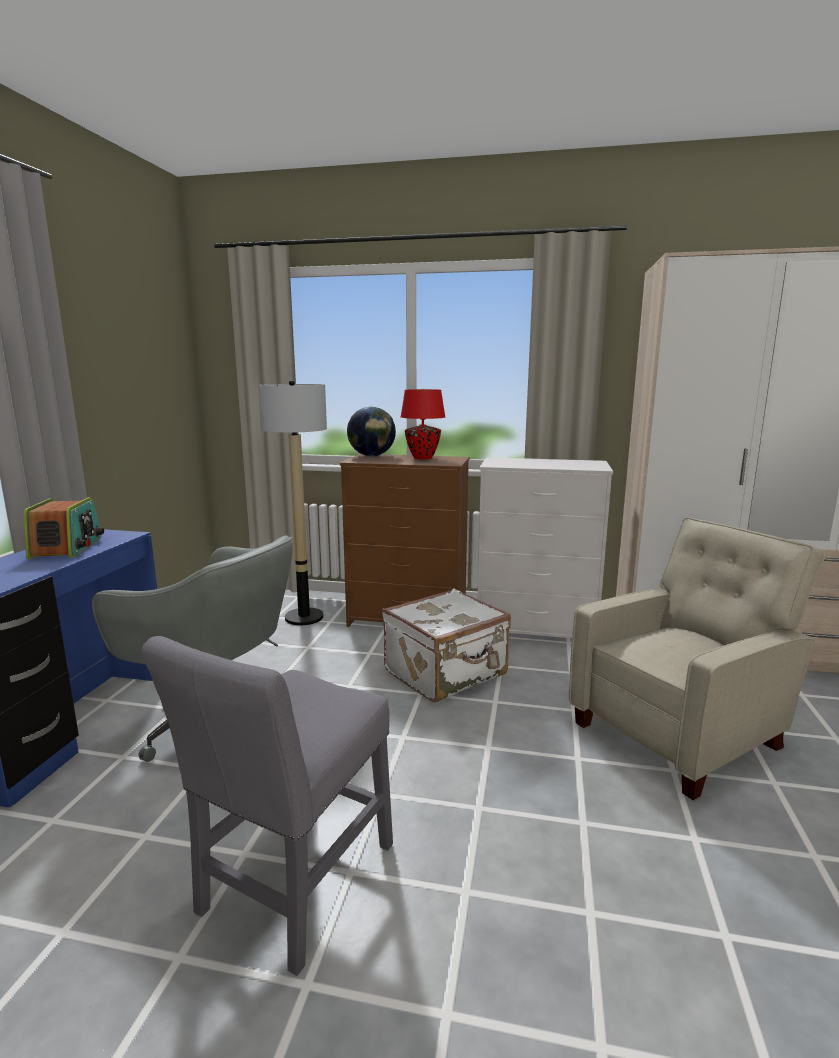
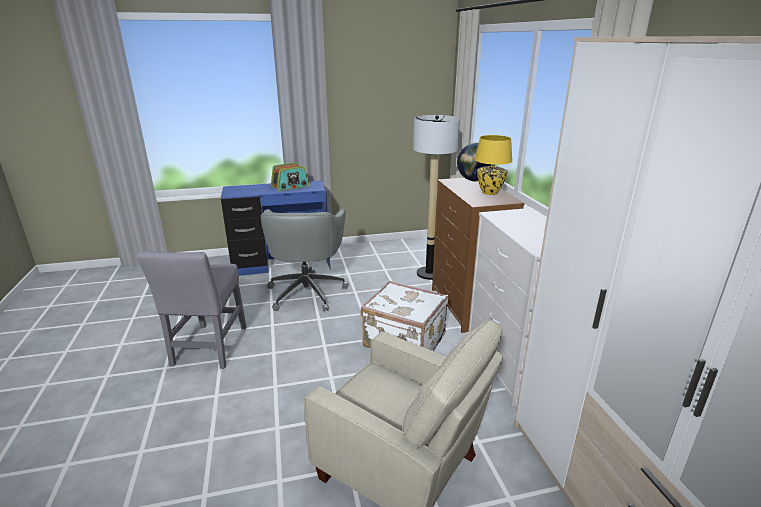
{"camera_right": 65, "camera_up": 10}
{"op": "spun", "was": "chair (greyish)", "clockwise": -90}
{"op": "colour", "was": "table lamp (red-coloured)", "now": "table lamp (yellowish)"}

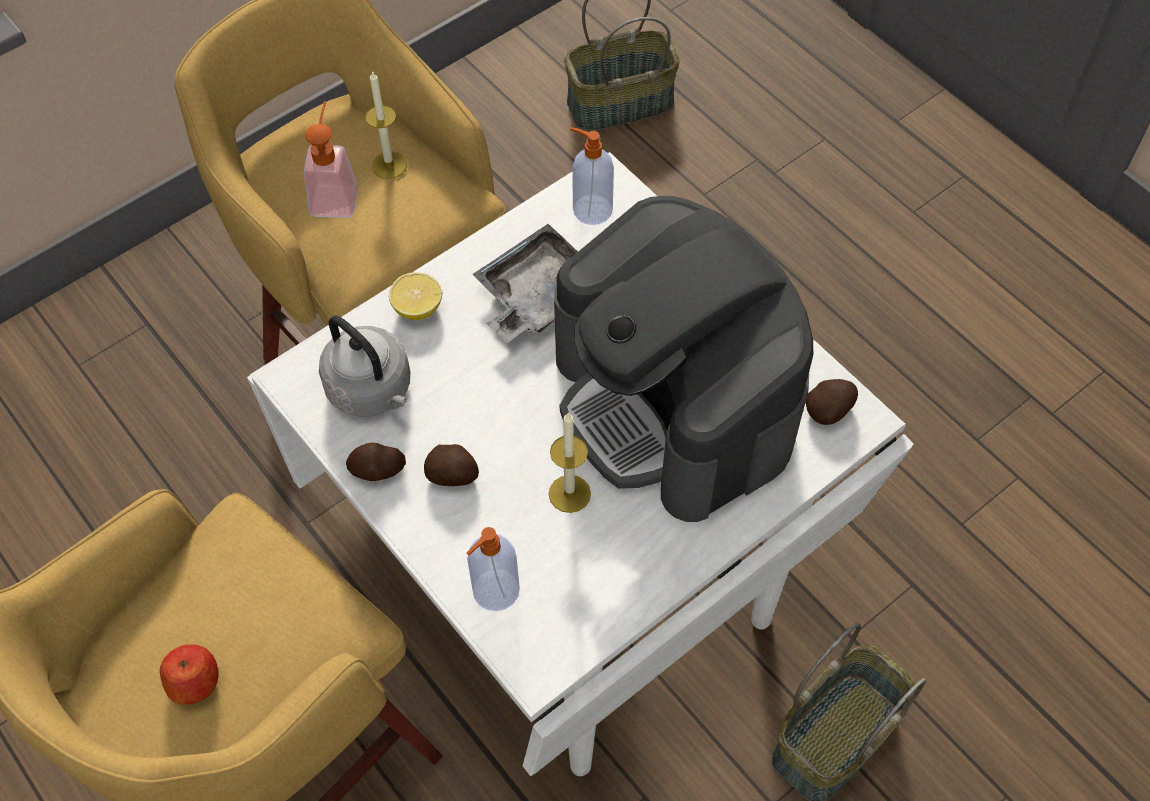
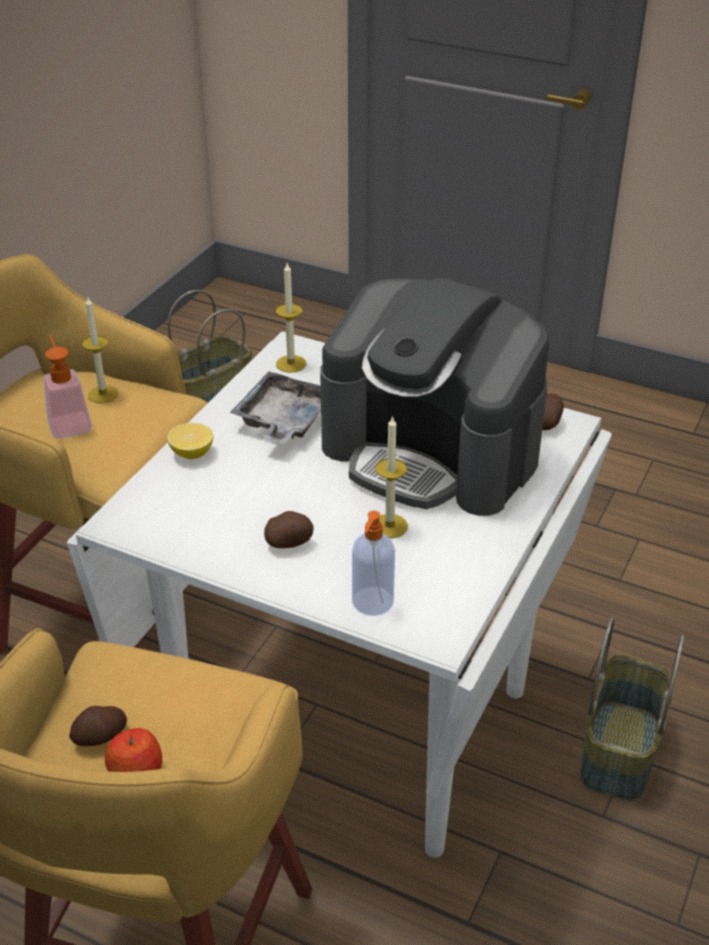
{"camera_right": -25, "camera_up": -20}
{"op": "missing", "was": "water kettle (greyish)"}
{"op": "relocated", "was": "spud (no. 1 from left)"}
{"op": "exchanged", "was": "soap dispenser (no. 3 from left)", "now": "wax candle (no. 2 from left)"}

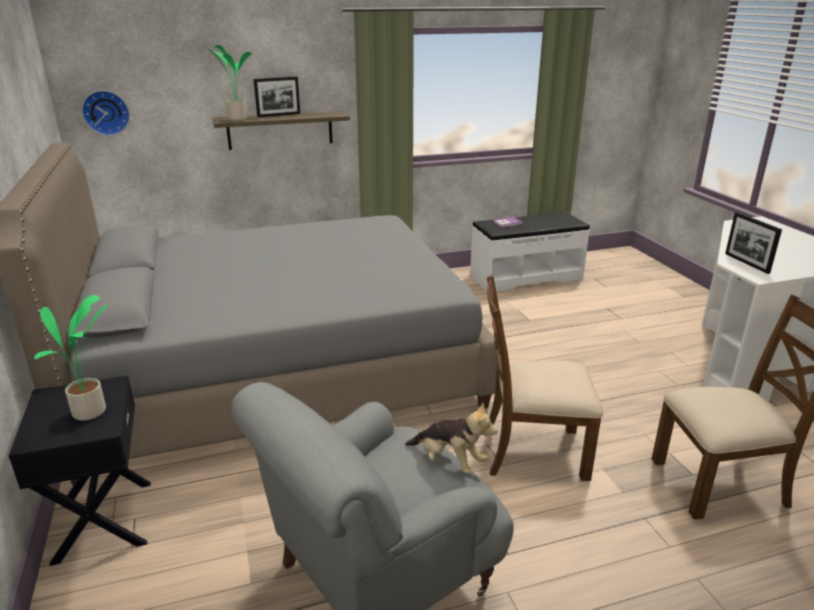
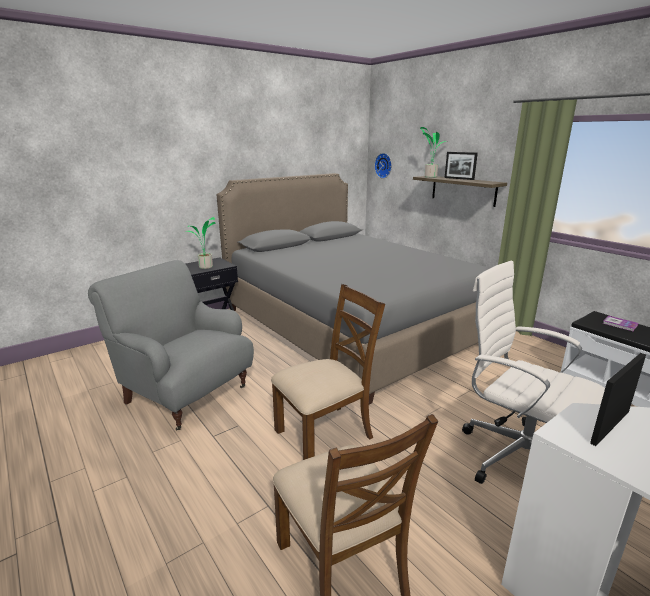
{"camera_right": 70, "camera_up": -5}
{"op": "missing", "was": "cuddly toy"}
{"op": "spun", "was": "chair (brown-coloured) (no. 1 from left)", "clockwise": 75}
{"op": "appeared", "now": "computer chair (white)"}

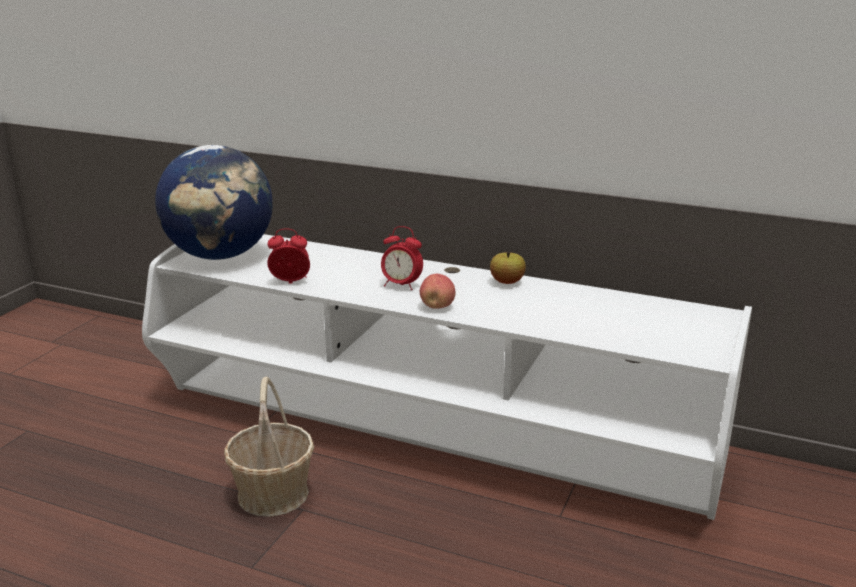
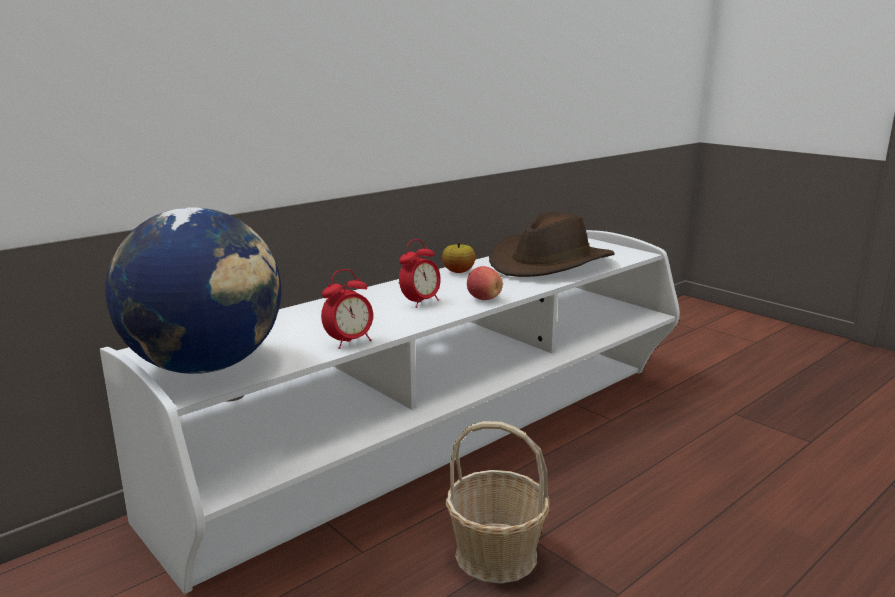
{"camera_right": -65, "camera_up": -5}
{"op": "spun", "was": "bedside clock (no. 1 from left)", "clockwise": -150}
{"op": "appeared", "now": "clothing hat (brown-coloured)"}

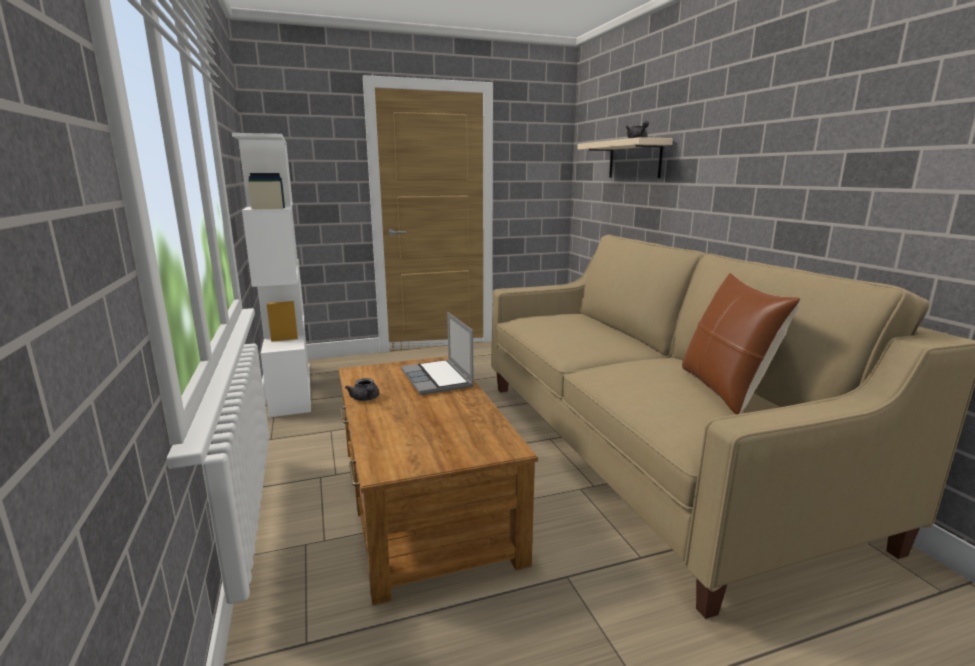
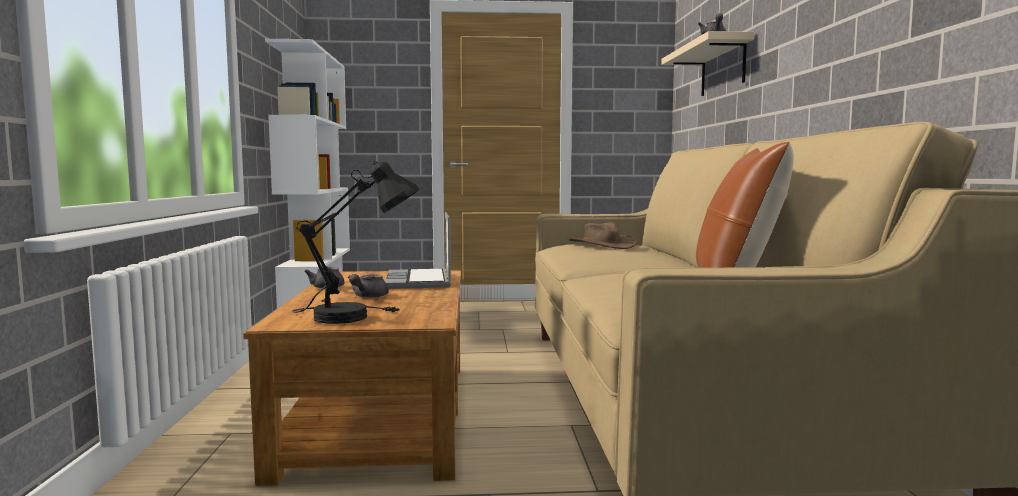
{"camera_right": 15, "camera_up": -10}
{"op": "appeared", "now": "table lamp (black)"}
{"op": "appeared", "now": "pot for tea (greyish) (no. 2 from left)"}
{"op": "appeared", "now": "clothing hat (brown-coloured)"}

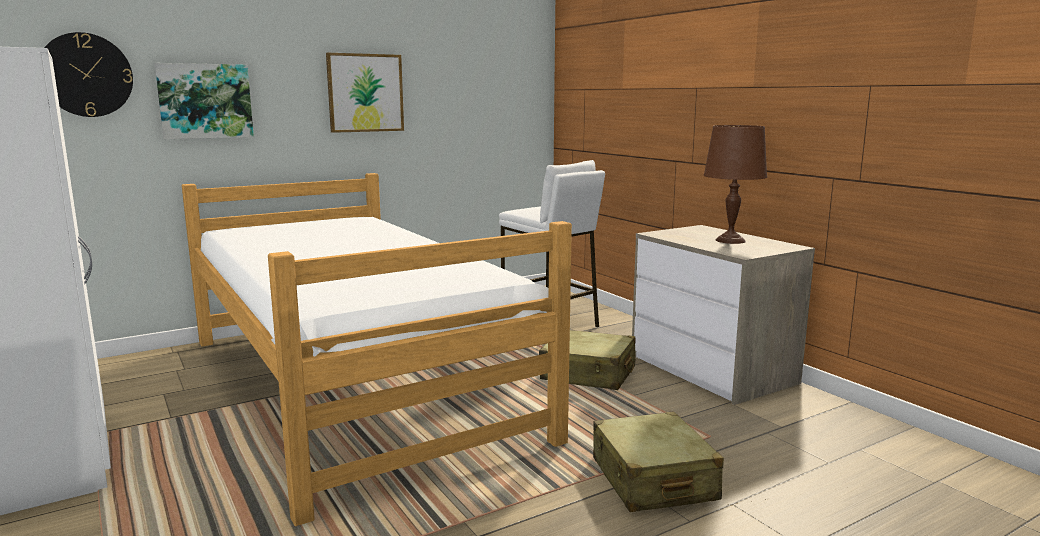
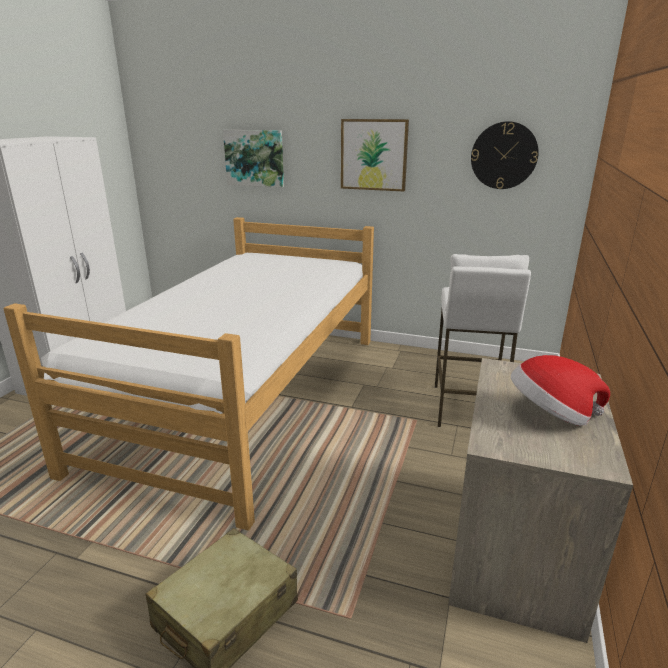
{"camera_right": 50, "camera_up": 10}
{"op": "relocated", "was": "clock on the wall"}
{"op": "missing", "was": "piece of luggage (beige-coloured) (no. 1 from left)"}
{"op": "exchanged", "was": "table lamp (brown-coloured)", "now": "clothing hat"}

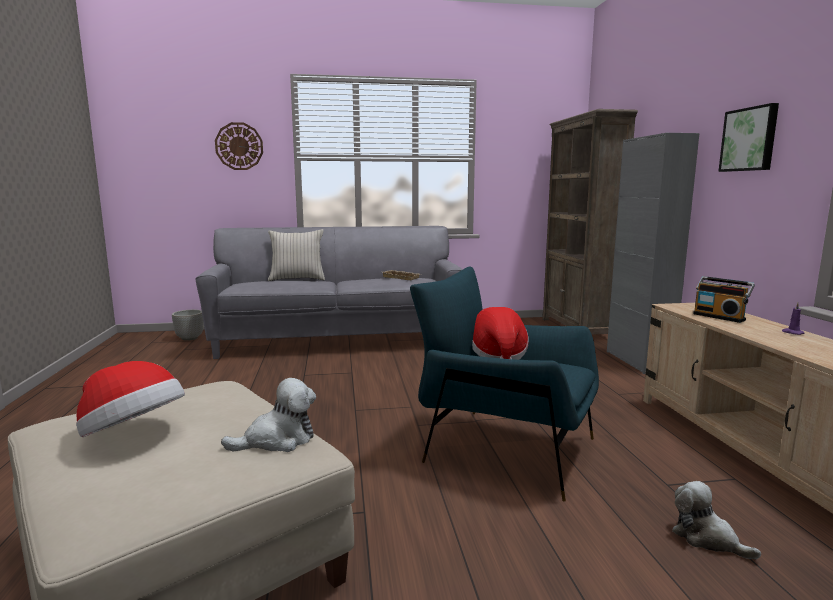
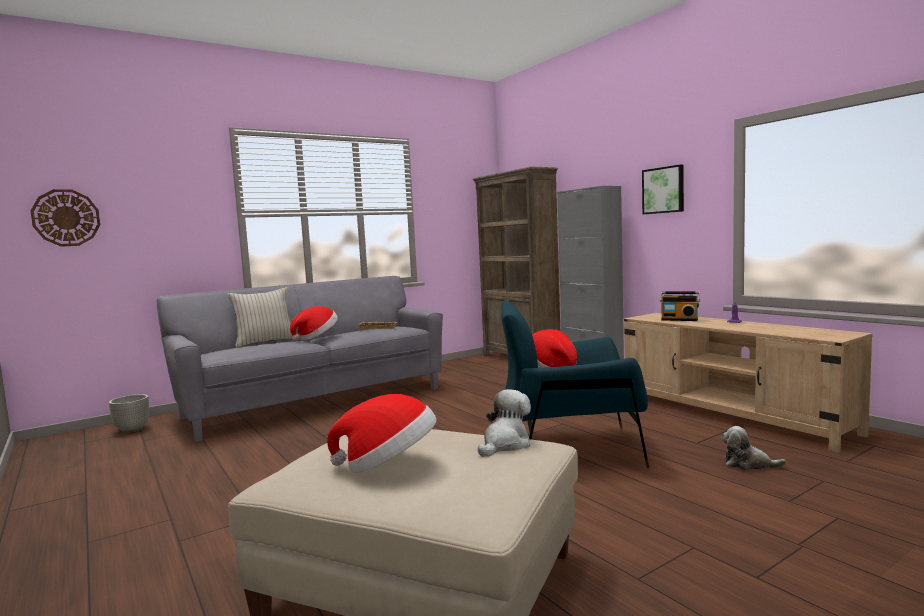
{"camera_right": -25, "camera_up": -5}
{"op": "relocated", "was": "clock on the wall"}
{"op": "appeared", "now": "clothing hat (no. 1 from left)"}

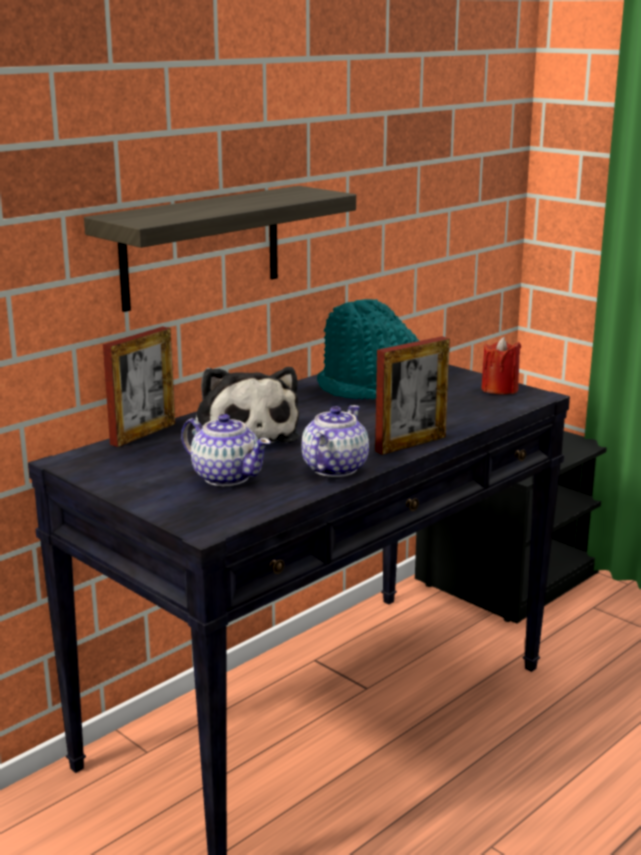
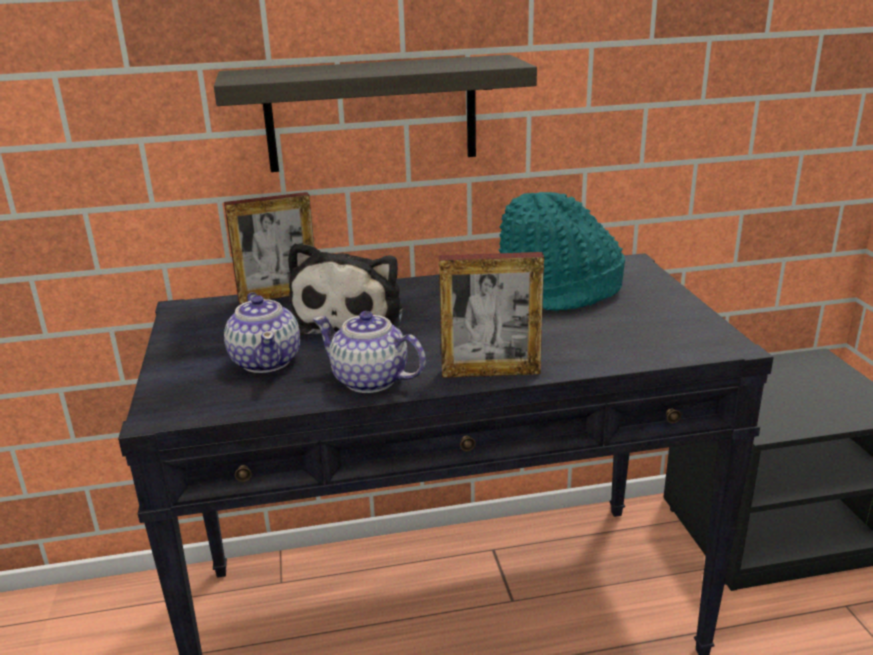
{"camera_right": 35, "camera_up": 5}
{"op": "spun", "was": "pot for tea (no. 2 from left)", "clockwise": -120}
{"op": "missing", "was": "wax candle (red-coloured)"}

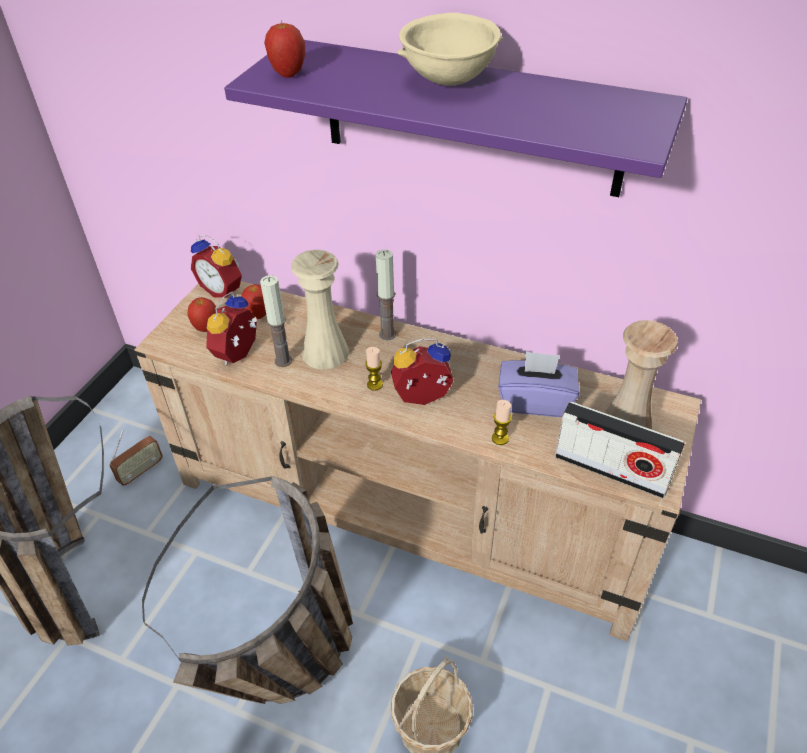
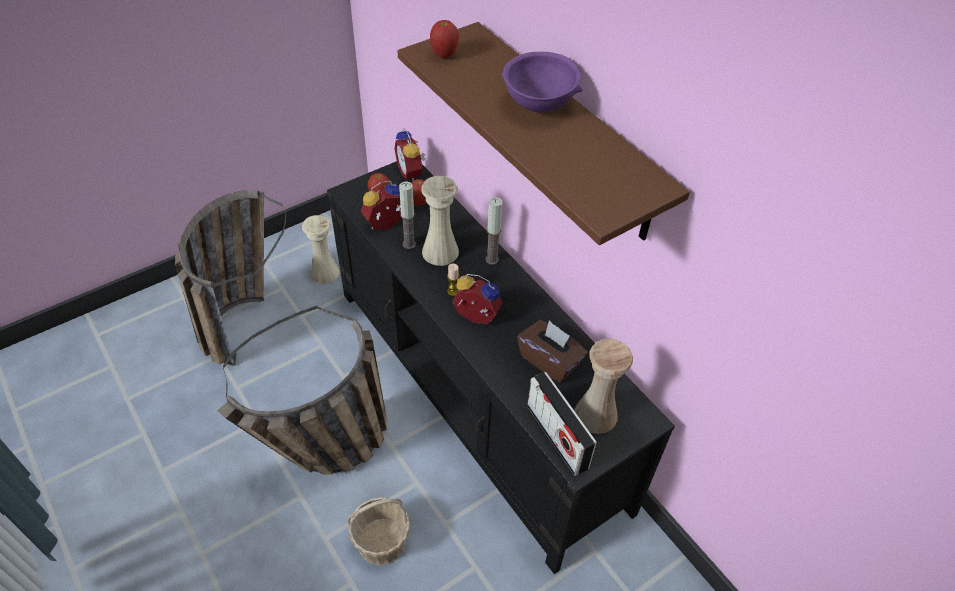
{"camera_right": 30, "camera_up": 5}
{"op": "exchanged", "was": "radio set (no. 1 from left)", "now": "vase (beige-coloured) (no. 1 from left)"}
{"op": "colour", "was": "media console (beige-coloured)", "now": "media console (black)"}
{"op": "colour", "was": "bracket shelf (purple-coloured)", "now": "bracket shelf (brown-coloured)"}
{"op": "colour", "was": "serving bowl (beige-coloured)", "now": "serving bowl (purple-coloured)"}
{"op": "missing", "was": "wax candle (no. 4 from left)"}
{"op": "colour", "was": "tissue holder (purple-coloured)", "now": "tissue holder (brown-coloured)"}

